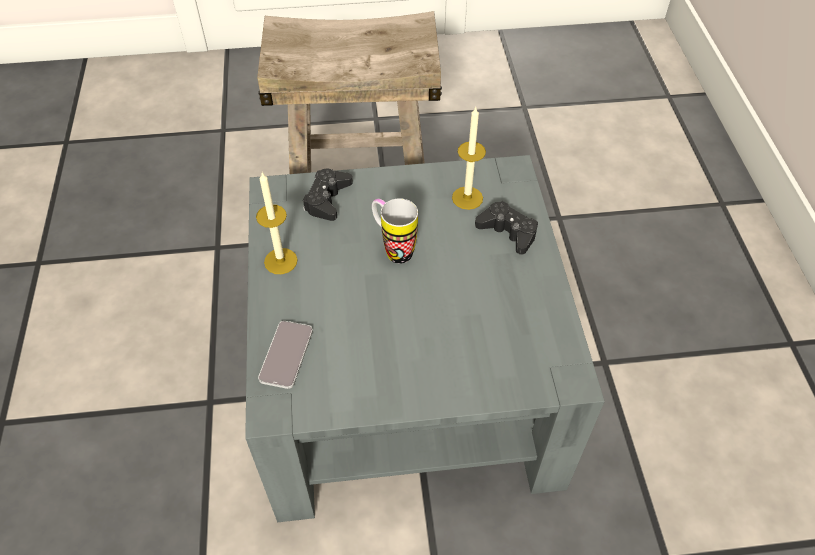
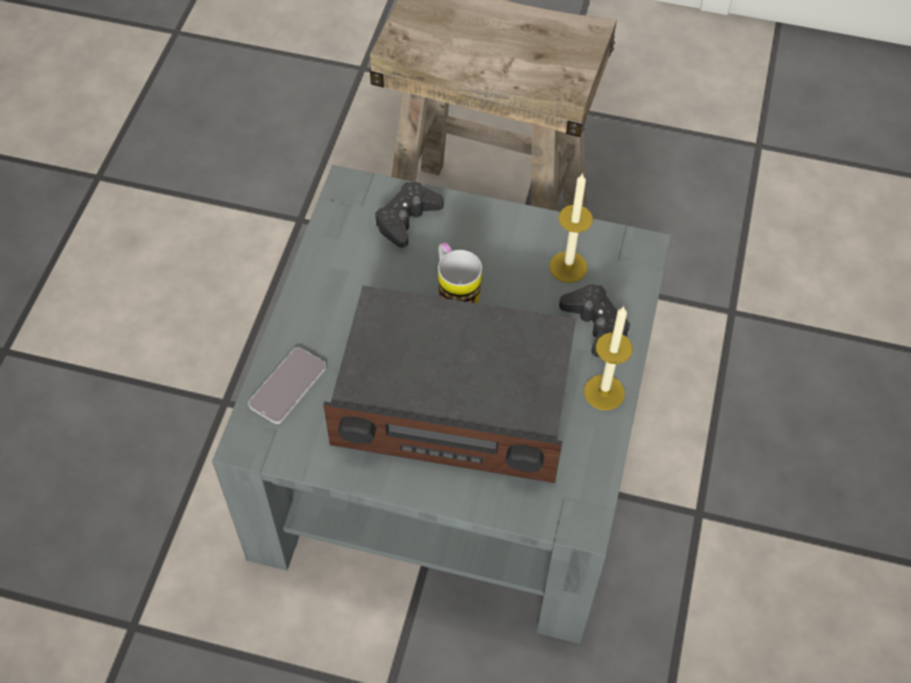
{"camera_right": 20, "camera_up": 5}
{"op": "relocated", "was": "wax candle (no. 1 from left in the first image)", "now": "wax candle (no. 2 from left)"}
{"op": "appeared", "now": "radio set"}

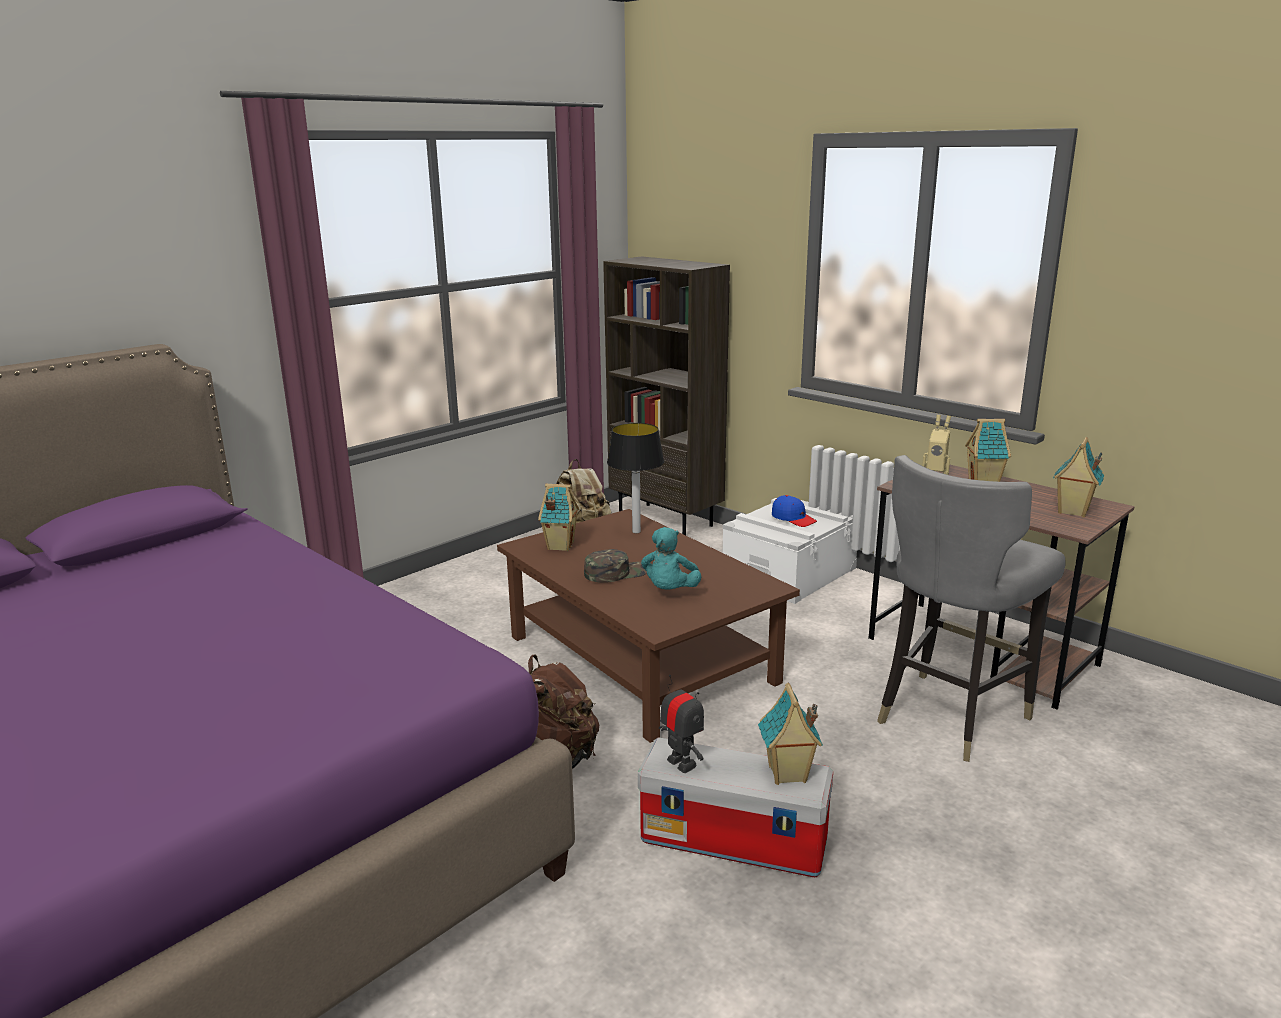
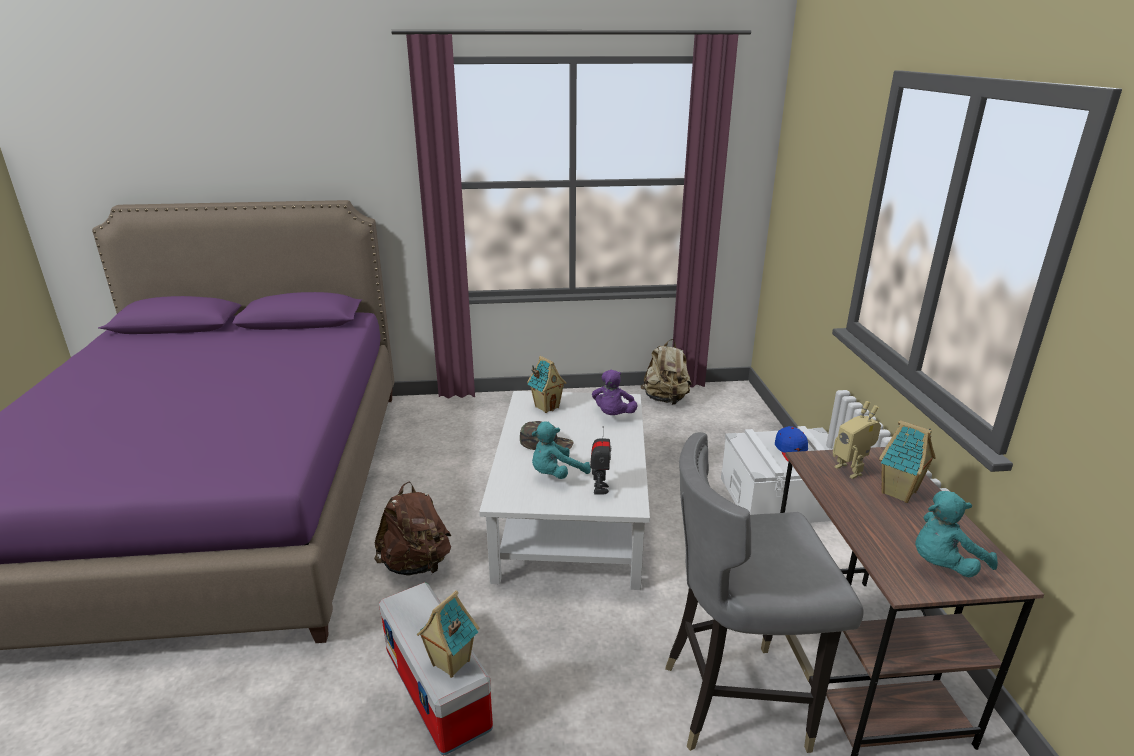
{"camera_right": 40, "camera_up": 5}
{"op": "colour", "was": "lounge table (brown-coloured)", "now": "lounge table (white)"}
{"op": "missing", "was": "shelving unit (brown-coloured)"}
{"op": "exchanged", "was": "table lamp", "now": "cuddly toy (purple-coloured)"}
{"op": "relocated", "was": "robot figure (no. 1 from left)"}
{"op": "exchanged", "was": "miniature house (no. 4 from left)", "now": "cuddly toy (turquoise-coloured) (no. 2 from left)"}

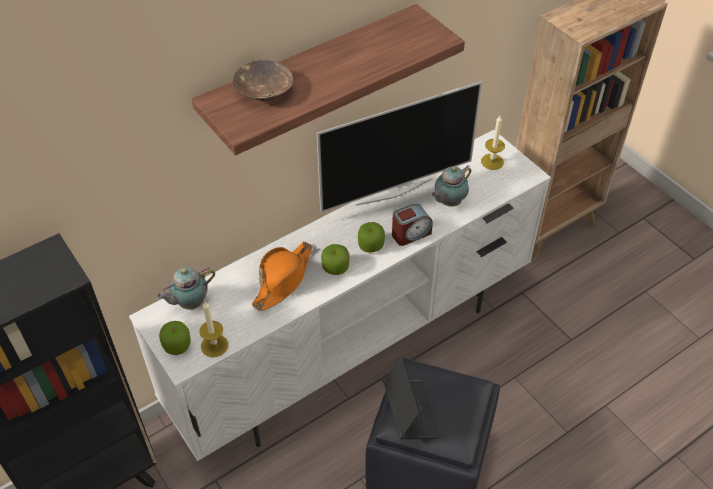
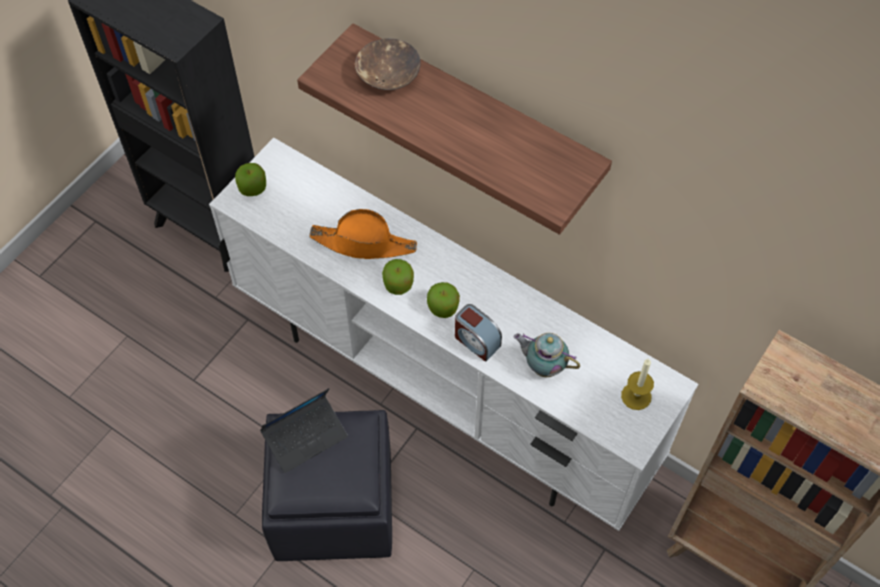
{"camera_right": 70, "camera_up": 10}
{"op": "missing", "was": "pot for tea (no. 1 from left)"}
{"op": "missing", "was": "wax candle (no. 1 from left)"}
{"op": "missing", "was": "TV"}

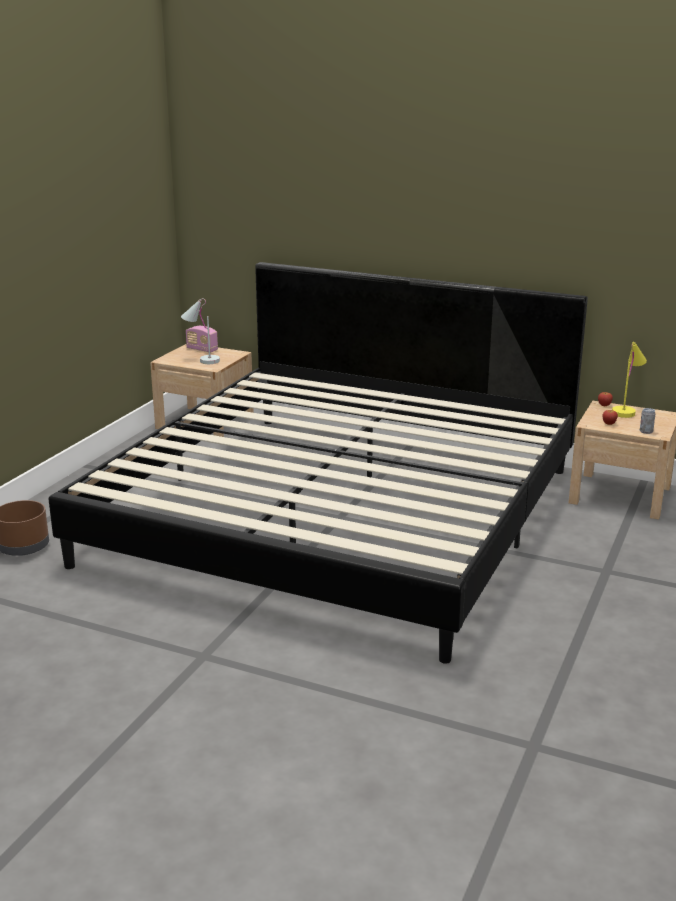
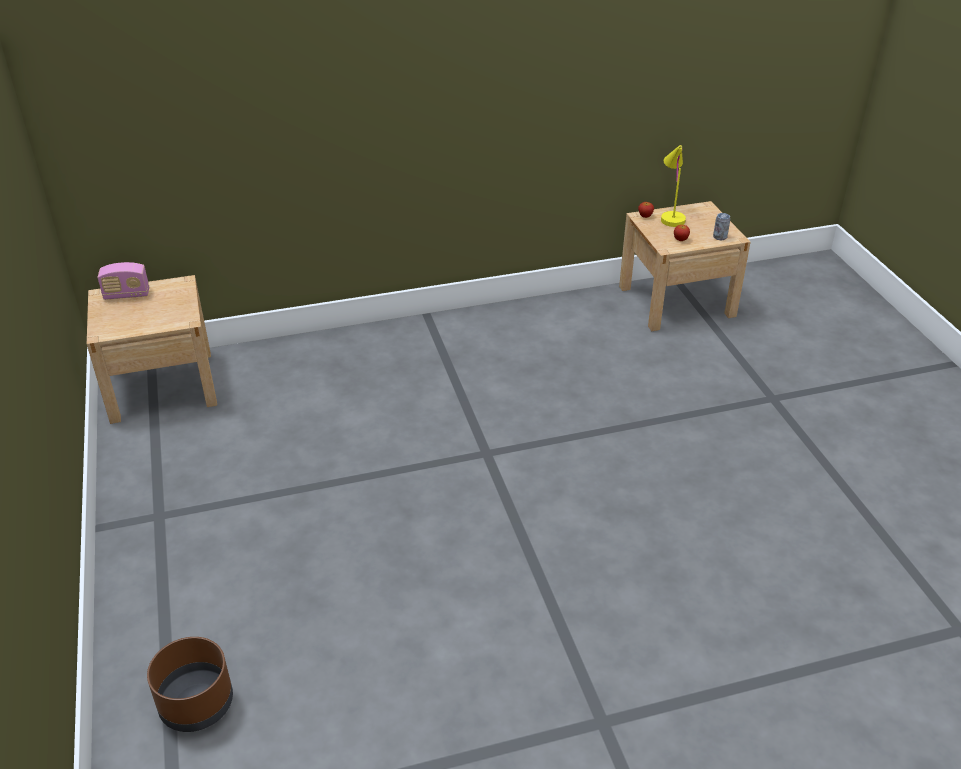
{"camera_right": -40, "camera_up": 15}
{"op": "missing", "was": "sleeping bed"}
{"op": "missing", "was": "table lamp (white)"}

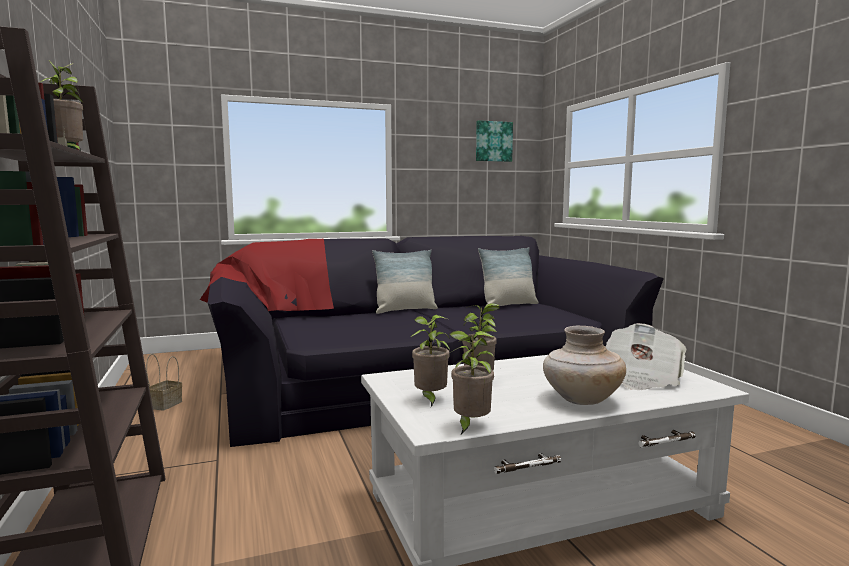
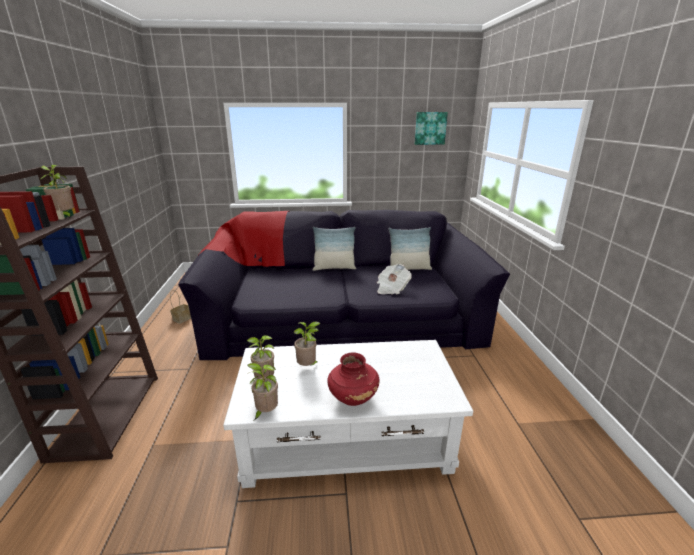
{"camera_right": 15, "camera_up": 15}
{"op": "colour", "was": "vase (beige-coloured)", "now": "vase (red-coloured)"}
{"op": "relocated", "was": "daily paper"}

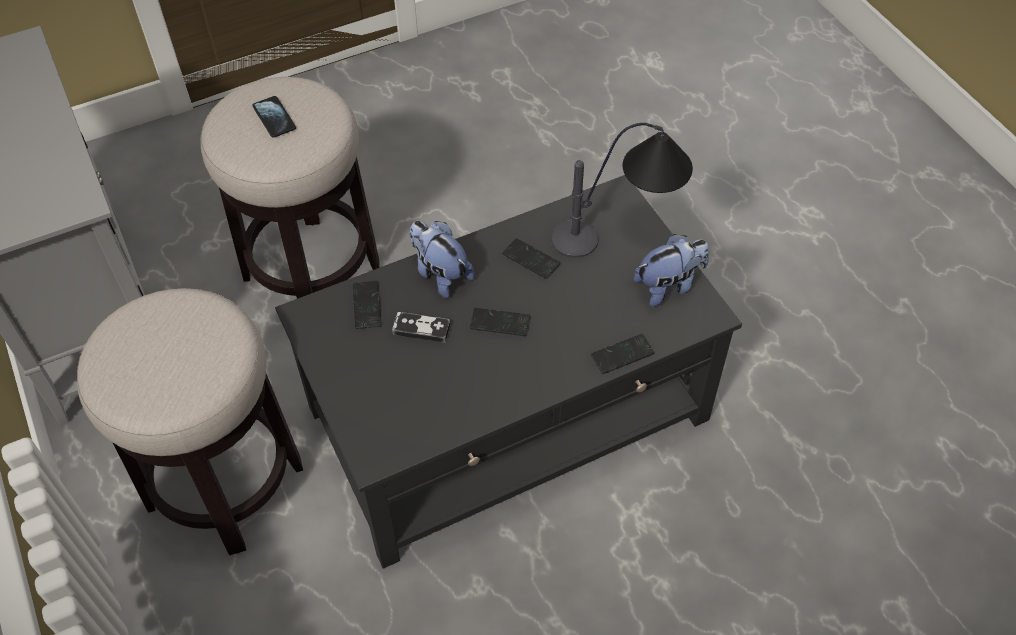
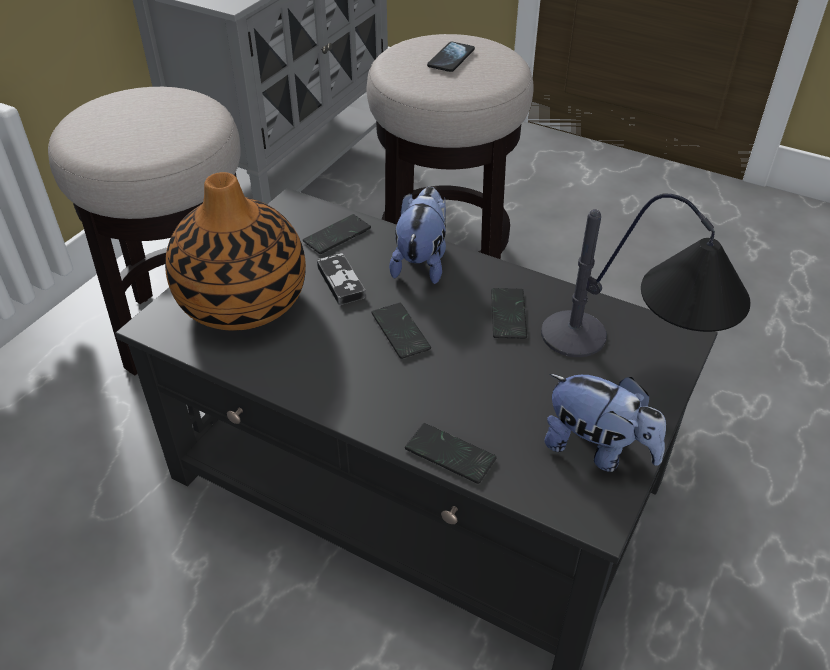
{"camera_right": 55, "camera_up": -10}
{"op": "appeared", "now": "vase"}

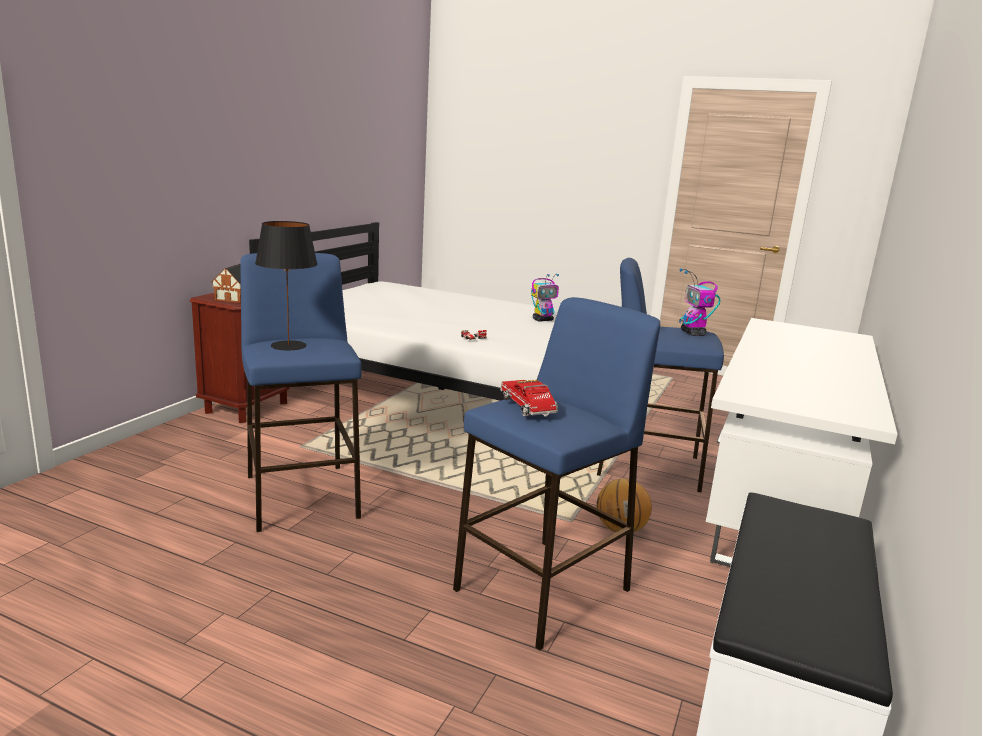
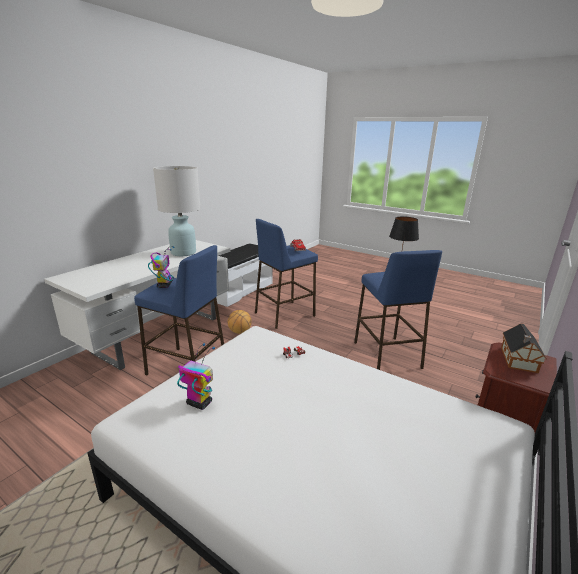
{"camera_right": -170, "camera_up": 5}
{"op": "spun", "was": "robot figure (no. 1 from left in the first image)", "clockwise": 45}
{"op": "appeared", "now": "table lamp (white)"}

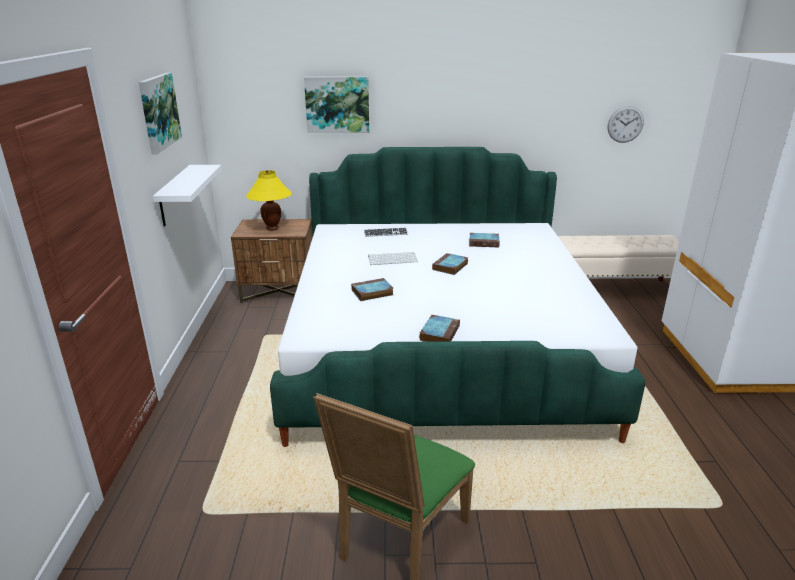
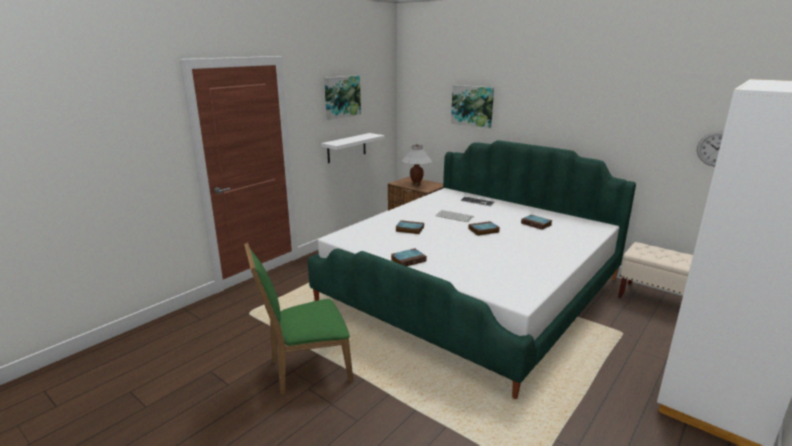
{"camera_right": 40, "camera_up": -5}
{"op": "colour", "was": "table lamp (yellowish)", "now": "table lamp (white)"}

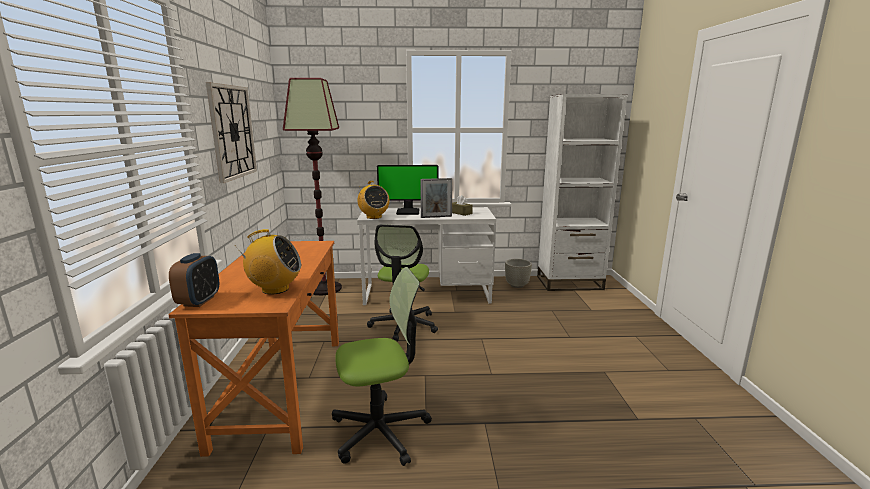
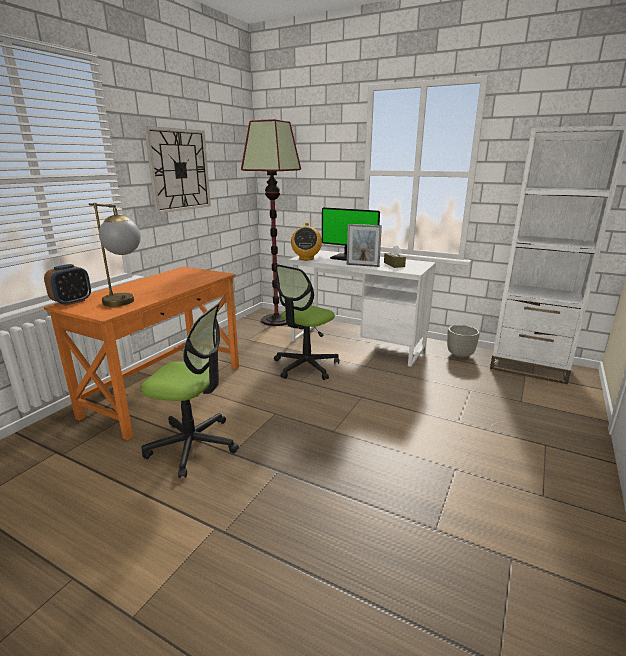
{"camera_right": 30, "camera_up": 5}
{"op": "exchanged", "was": "radio set (no. 1 from left)", "now": "table lamp"}

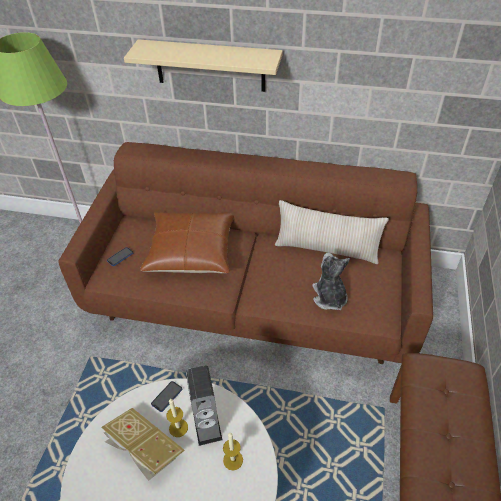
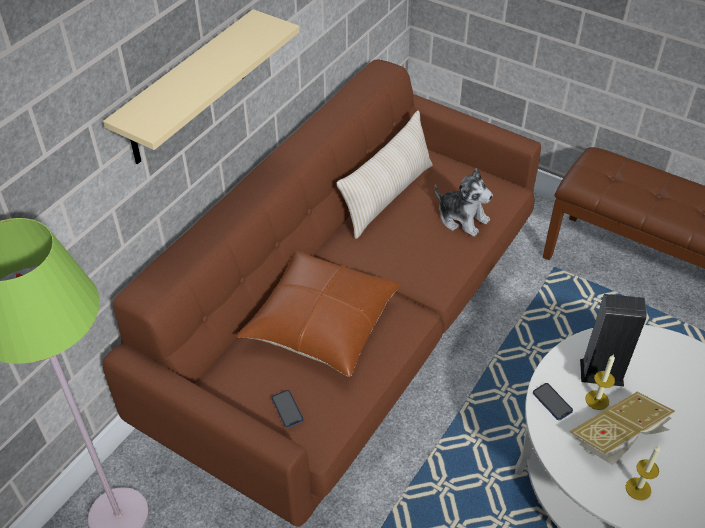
{"camera_right": -70, "camera_up": 0}
{"op": "relocated", "was": "wax candle (no. 2 from left)"}
{"op": "spun", "was": "cuddly toy", "clockwise": -150}

